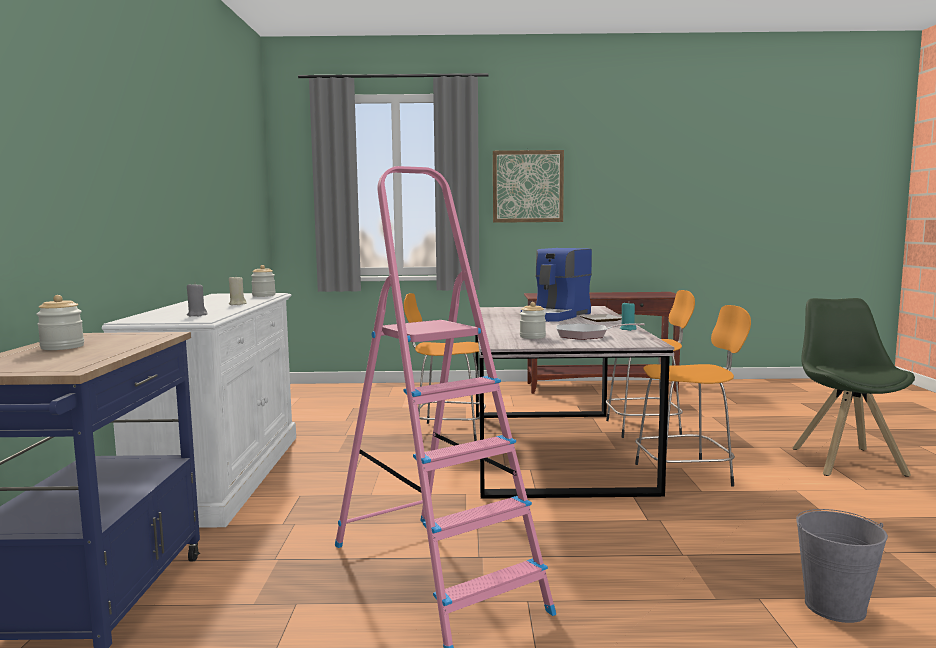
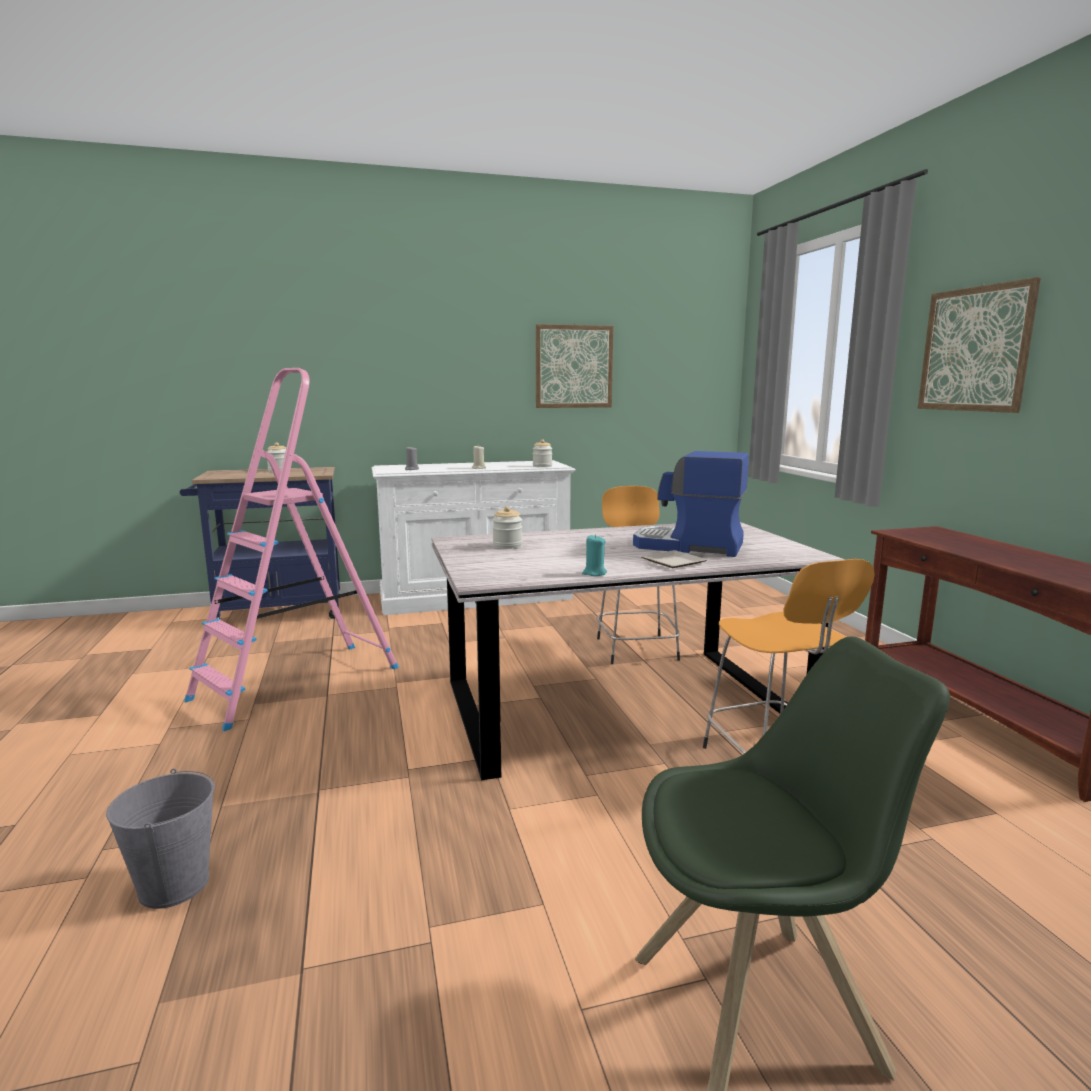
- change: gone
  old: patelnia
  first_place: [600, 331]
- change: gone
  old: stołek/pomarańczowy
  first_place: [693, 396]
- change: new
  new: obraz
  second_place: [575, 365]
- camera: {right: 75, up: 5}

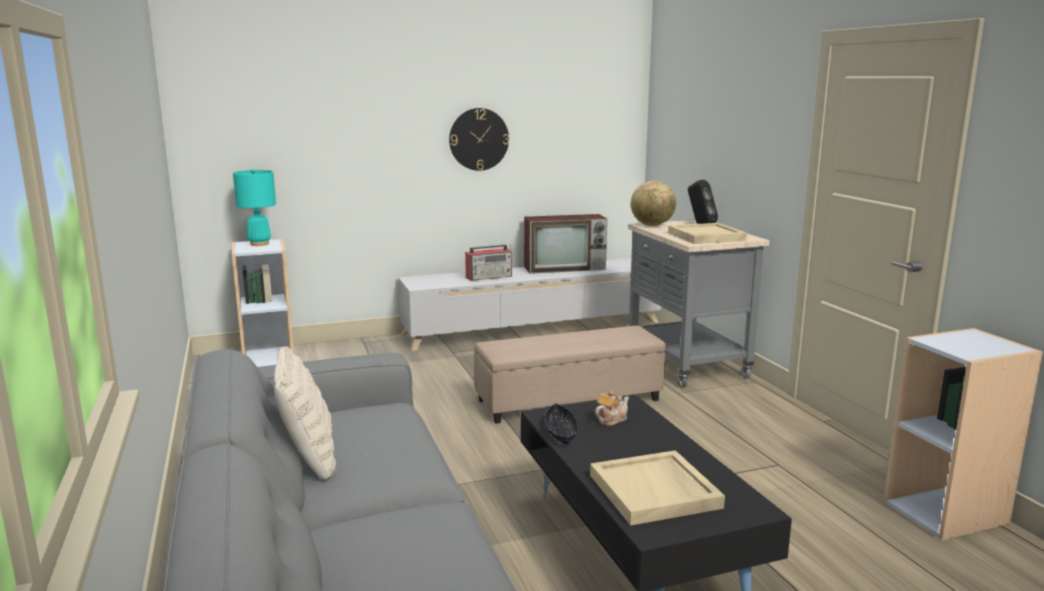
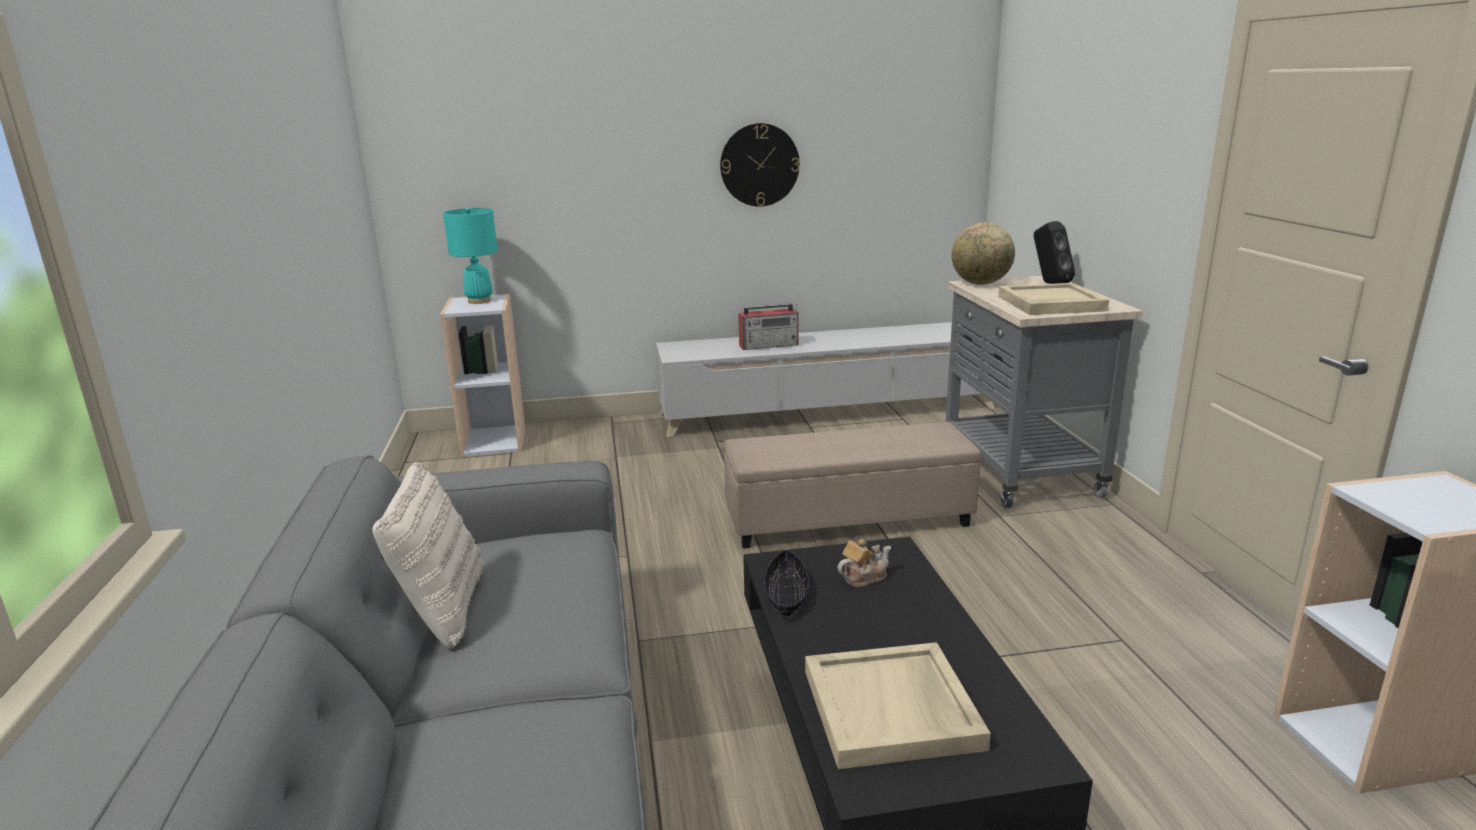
- change: gone
  old: telewizor
  first_place: [565, 244]
- camera: {right: 10, up: 5}

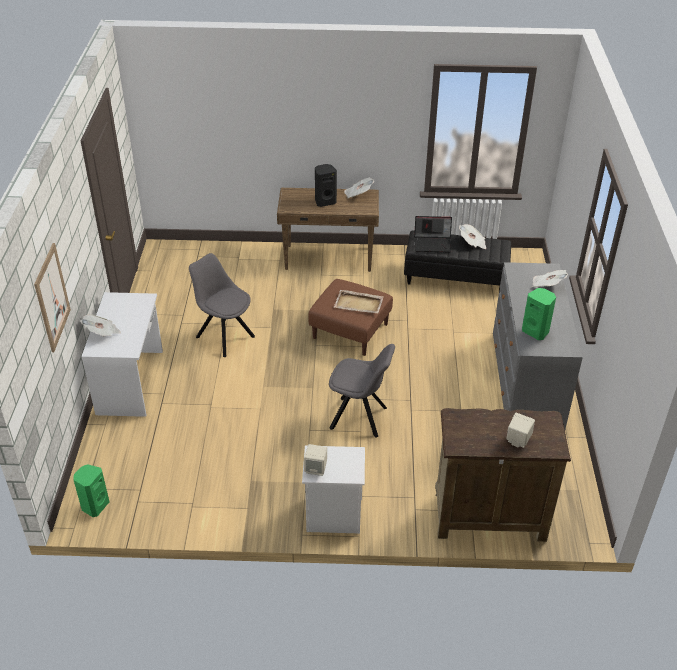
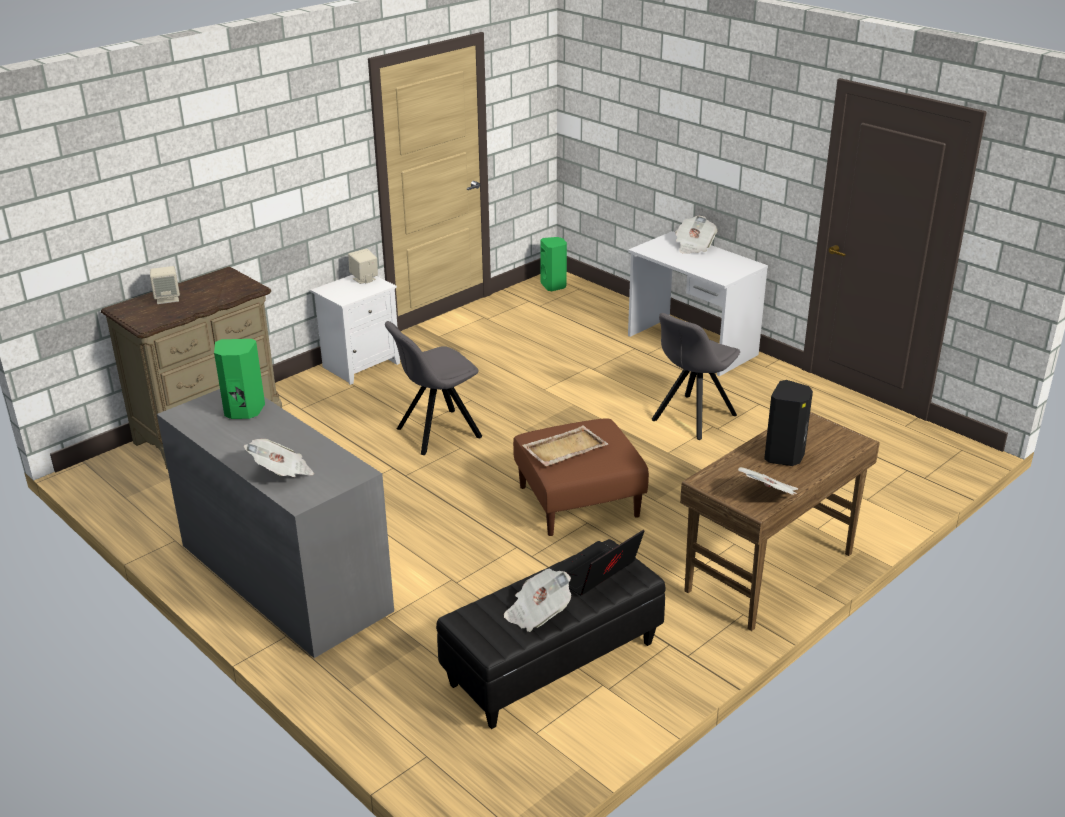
- change: gone
  old: obraz
  first_place: [52, 297]
- change: rotated
  old: krzesło/szary
  first_place: [222, 305]
  second_place: [696, 376]
  degrees: 135
- camera: {right: 135, up: -10}

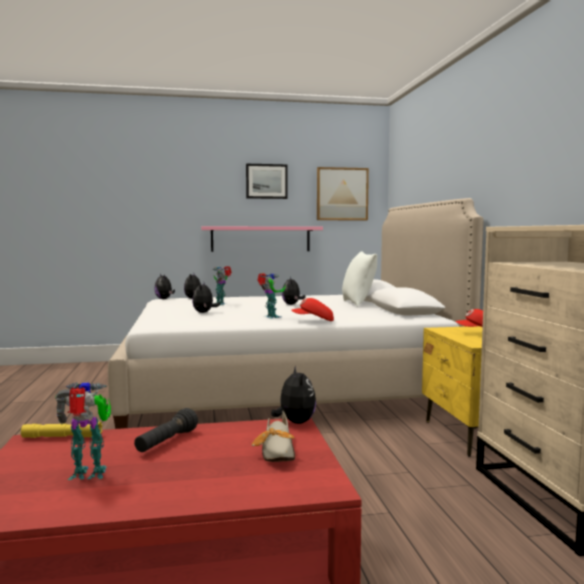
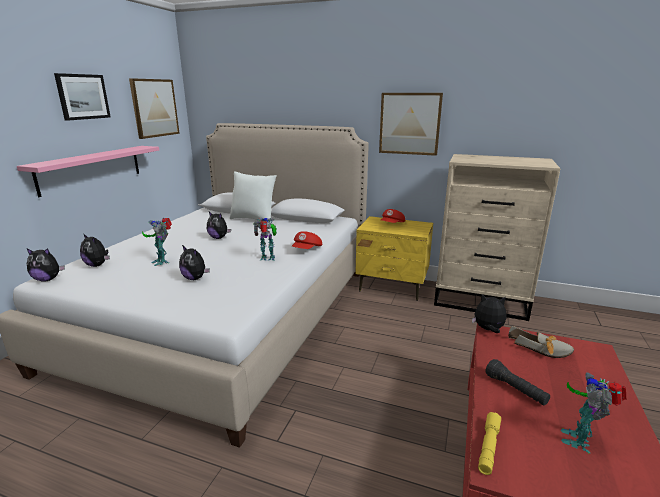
- change: new
  new: obraz
  second_place: [411, 124]
- camera: {right: -60, up: 15}

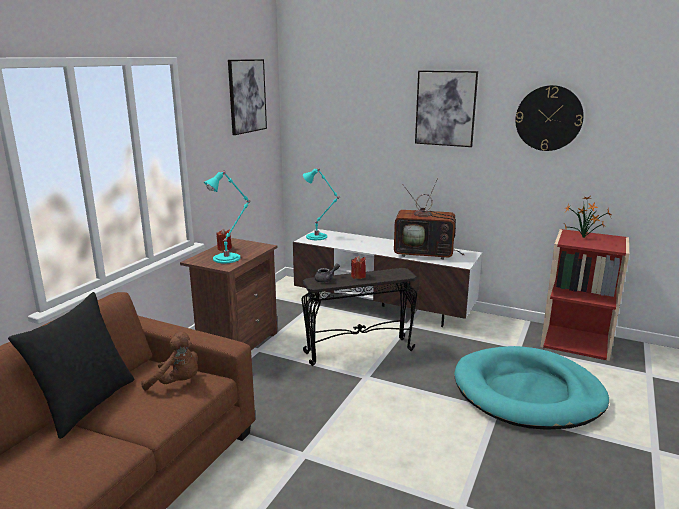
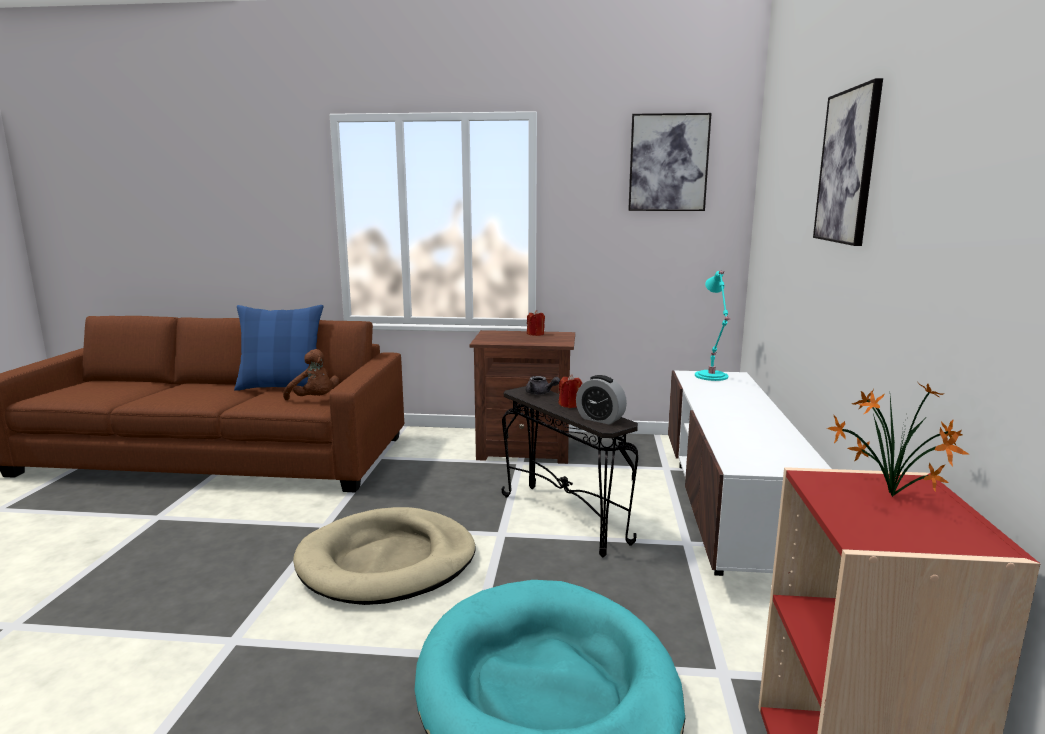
- change: gone
  old: lampa stołowa/turkusowy
  first_place: [227, 217]
- change: gone
  old: telewizor
  first_place: [429, 218]
- change: gone
  old: zegar ścienny
  first_place: [550, 118]
- change: new
  new: legowisko/beżowy
  second_place: [384, 556]
- change: new
  new: budzik
  second_place: [601, 400]
- change: repainted
  old: poduszka/czarny
  new: poduszka/niebieski
  first_place: [71, 365]
  second_place: [279, 348]
- change: rotated
  old: pluszak/brązowy
  first_place: [169, 361]
  second_place: [311, 374]
  degrees: -45
- camera: {right: 70, up: -5}

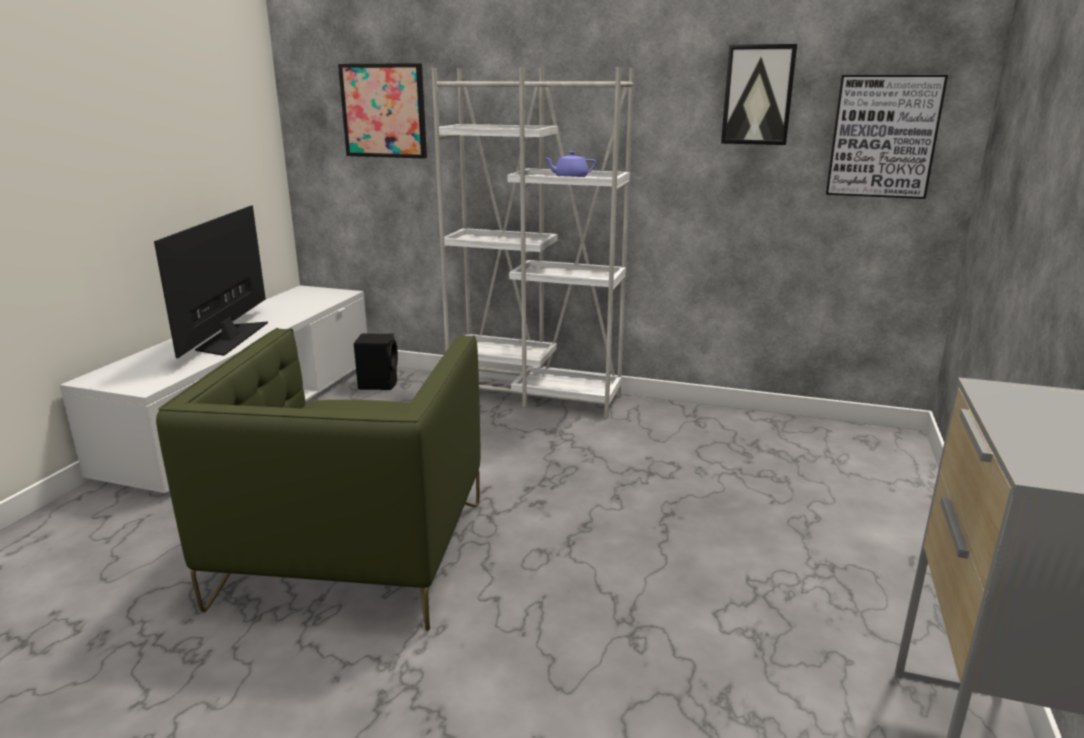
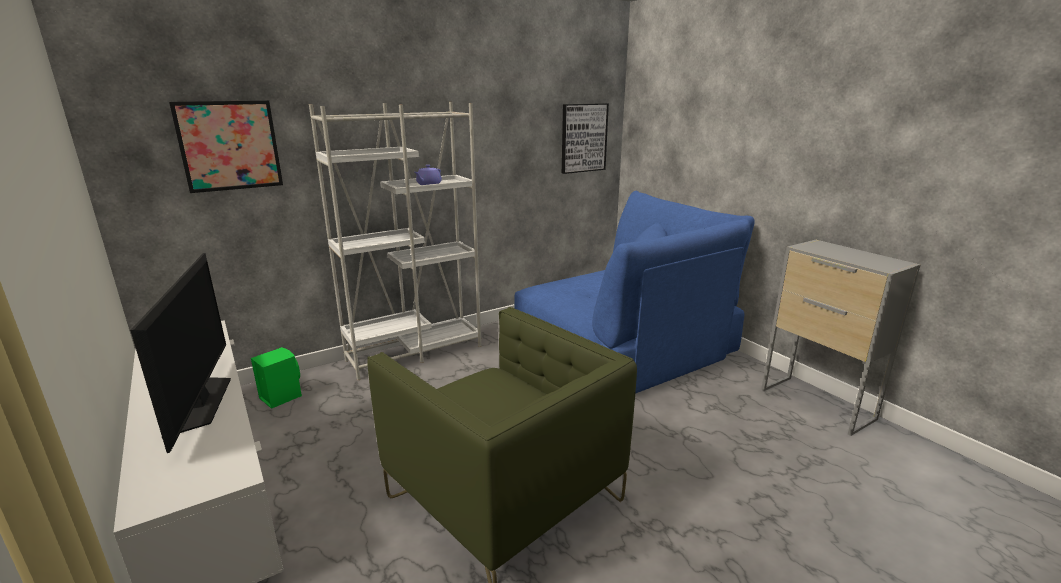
- change: gone
  old: obraz
  first_place: [759, 94]
- change: new
  new: kanapa/niebieski
  second_place: [634, 292]
- change: repainted
  old: głośnik/czarny
  new: głośnik/zielony
  first_place: [376, 362]
  second_place: [276, 378]
- change: rotated
  old: telewizor
  first_place: [211, 281]
  second_place: [180, 353]
  degrees: -150
- camera: {right: -50, up: 0}

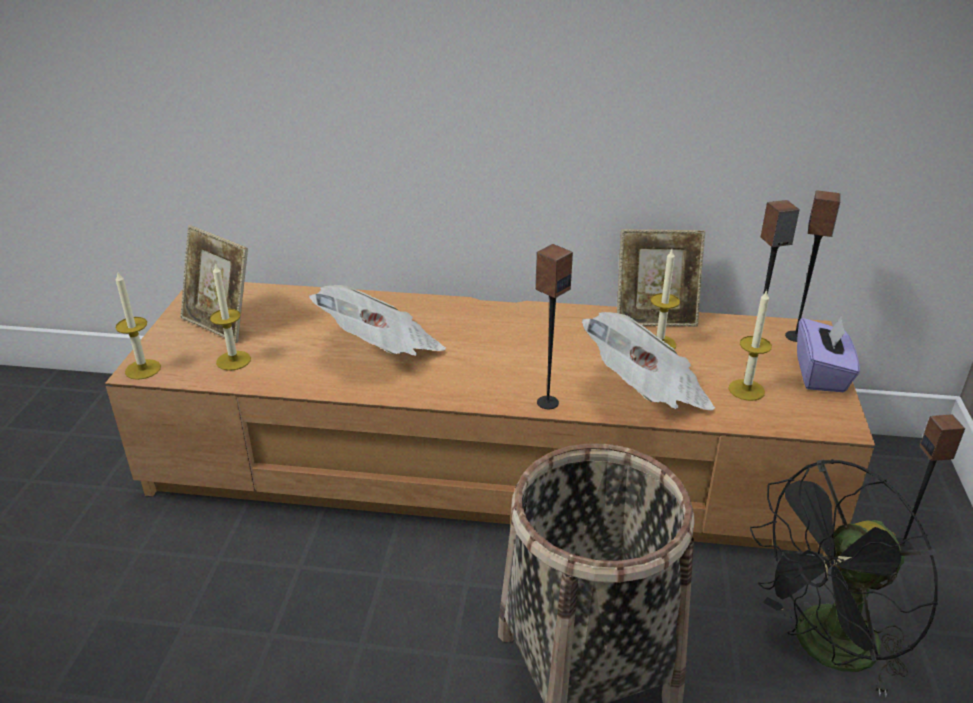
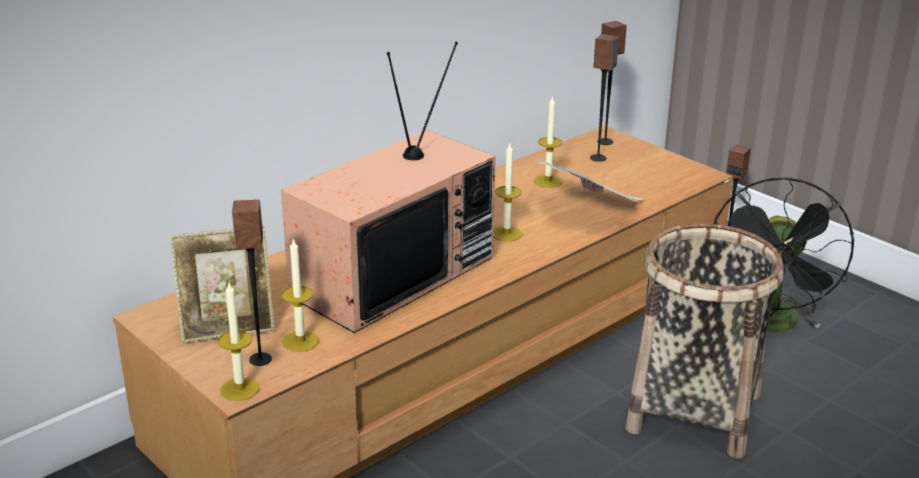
- change: gone
  old: ramka na zdjęcie
  first_place: [661, 278]
- change: gone
  old: pudełko chusteczek/fioletowy
  first_place: [828, 354]
- change: shifted
  old: głośnik
  first_place: [554, 326]
  second_place: [252, 283]
- change: shifted
  old: świeca
  first_place: [750, 345]
  second_place: [507, 193]
- change: swapped
  old: gazeta
  new: telewizor
  first_place: [377, 320]
  second_place: [388, 187]
- camera: {right: -50, up: -5}

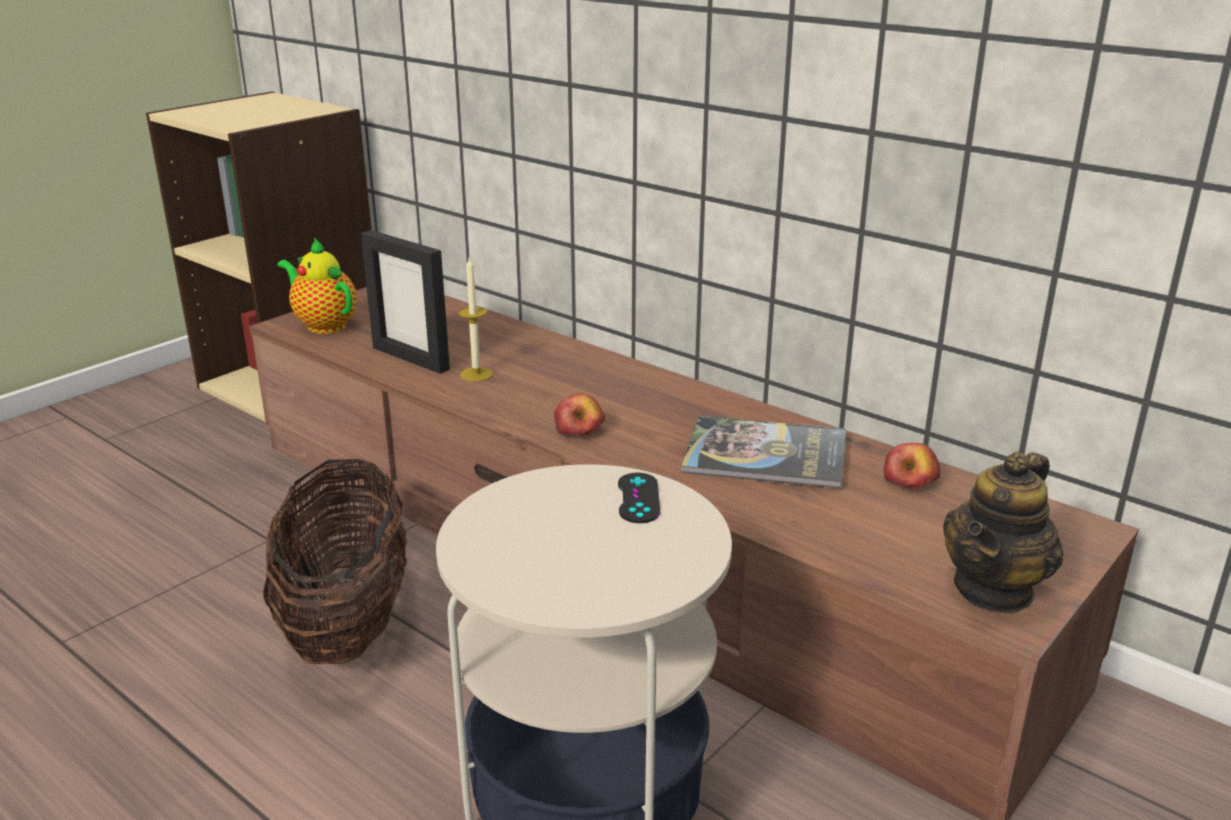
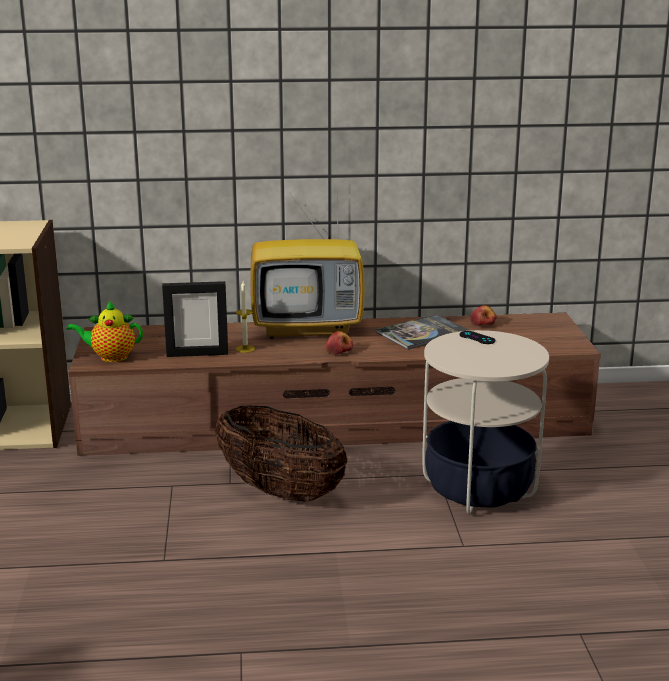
- change: gone
  old: imbryk
  first_place: [1003, 533]
- change: new
  new: telewizor
  second_place: [307, 266]
- camera: {right: -45, up: -5}

